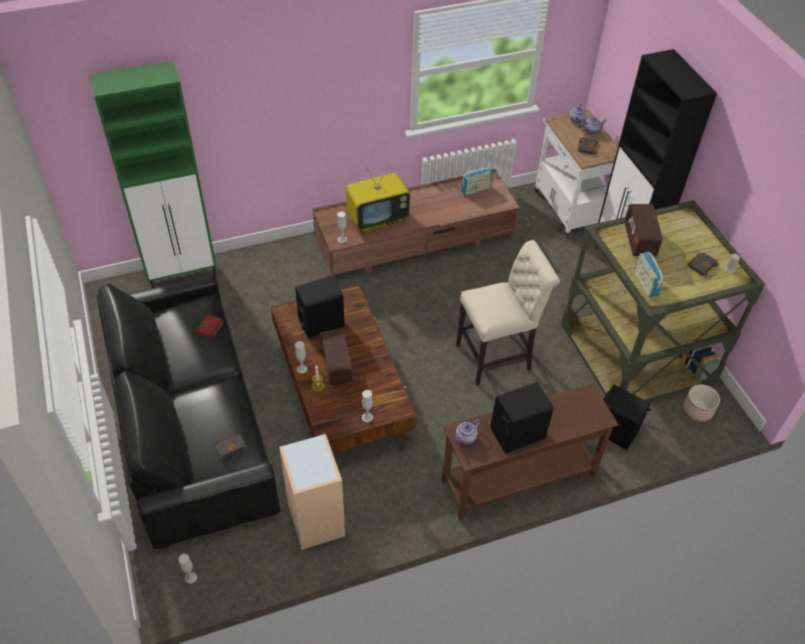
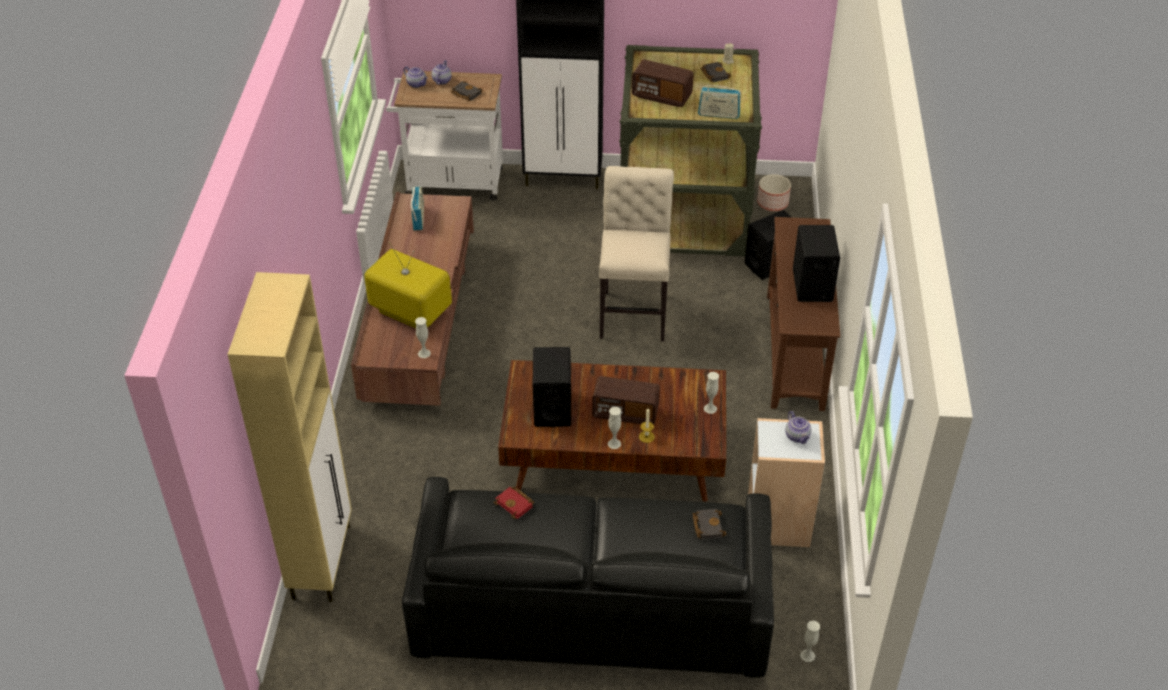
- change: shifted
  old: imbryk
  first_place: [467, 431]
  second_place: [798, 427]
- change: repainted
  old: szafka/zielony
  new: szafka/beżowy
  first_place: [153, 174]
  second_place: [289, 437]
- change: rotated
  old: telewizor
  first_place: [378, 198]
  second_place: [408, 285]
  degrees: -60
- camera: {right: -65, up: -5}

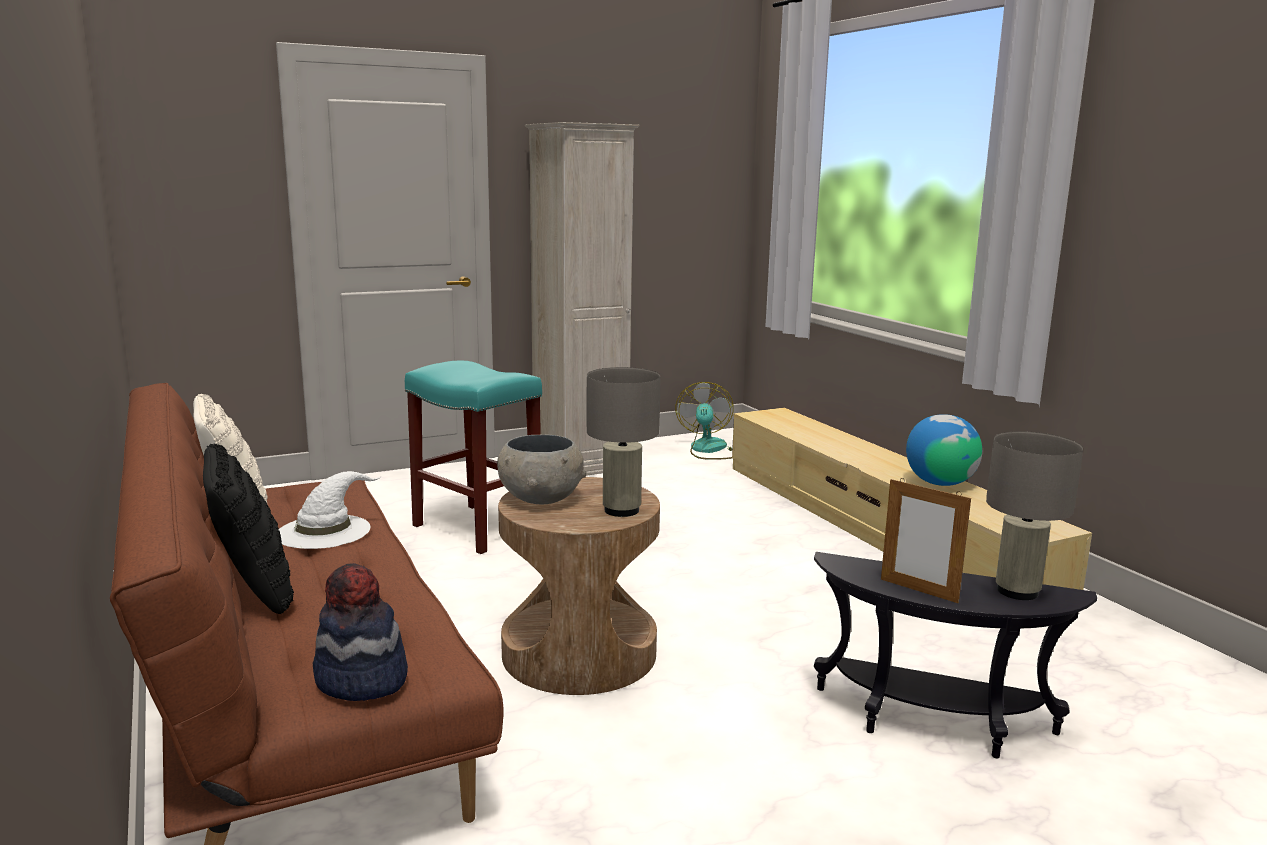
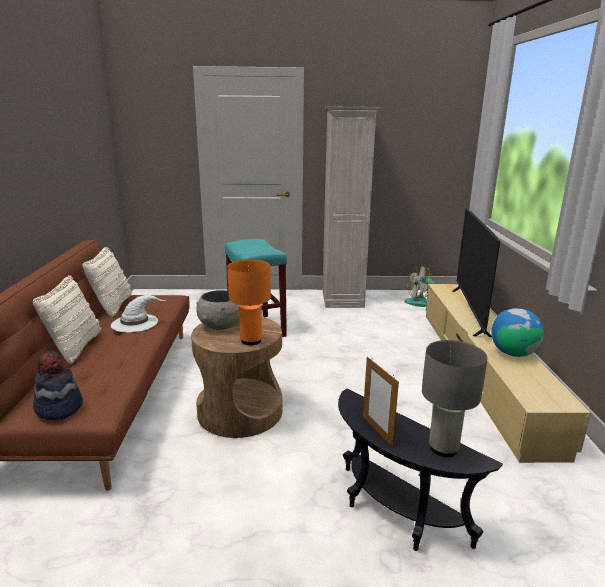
- change: new
  new: telewizor
  second_place: [476, 272]
- change: repainted
  old: poduszka/czarny
  new: poduszka/beżowy
  first_place: [248, 529]
  second_place: [67, 319]
- change: repainted
  old: lampa stołowa/szary
  new: lampa stołowa/pomarańczowy
  first_place: [623, 442]
  second_place: [249, 302]
- change: rotated
  old: wentylator
  first_place: [704, 421]
  second_place: [419, 286]
  degrees: -135
- camera: {right: 25, up: 5}

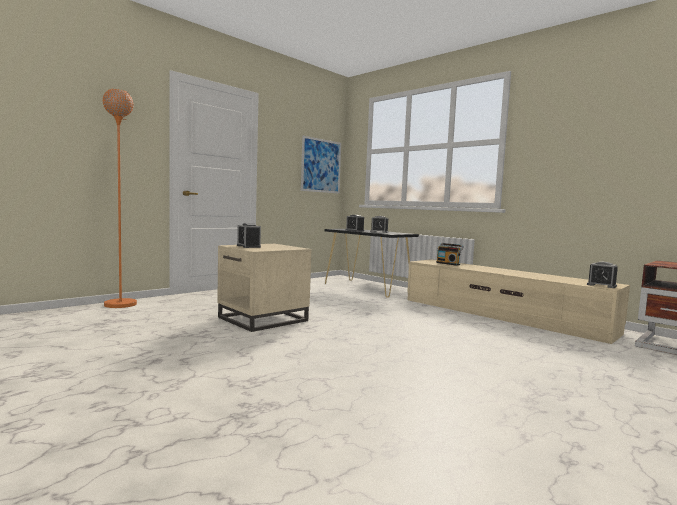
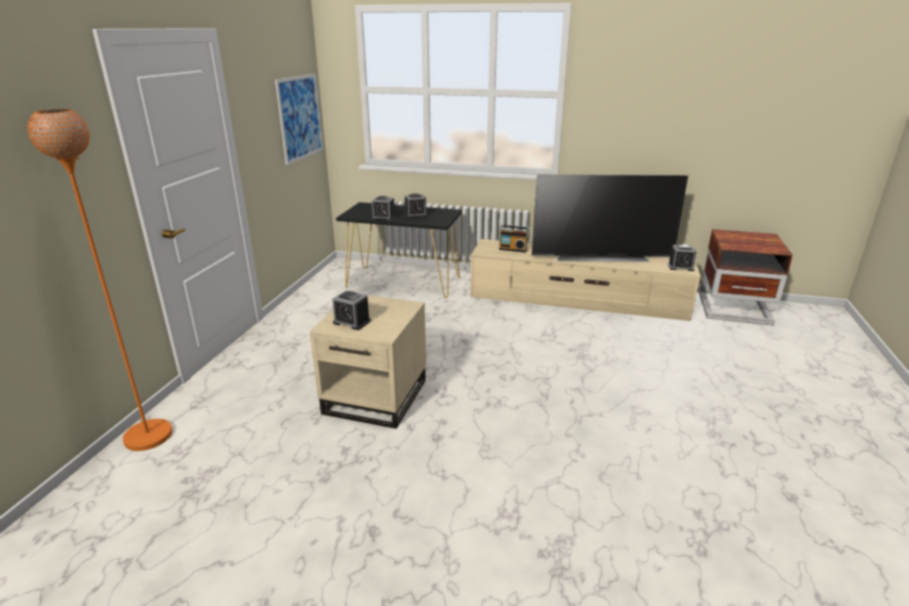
- change: new
  new: telewizor
  second_place: [610, 218]
- camera: {right: -30, up: 20}

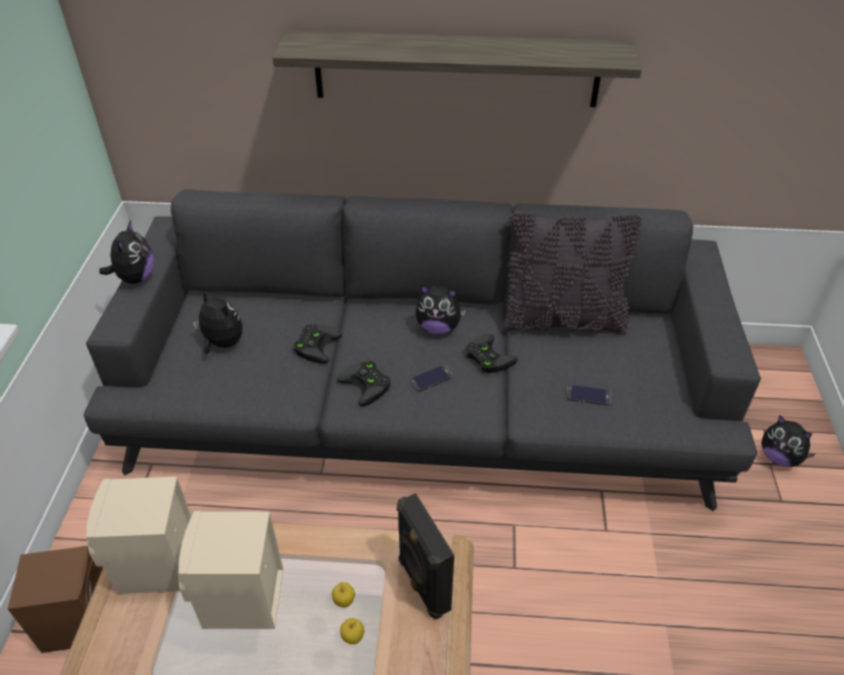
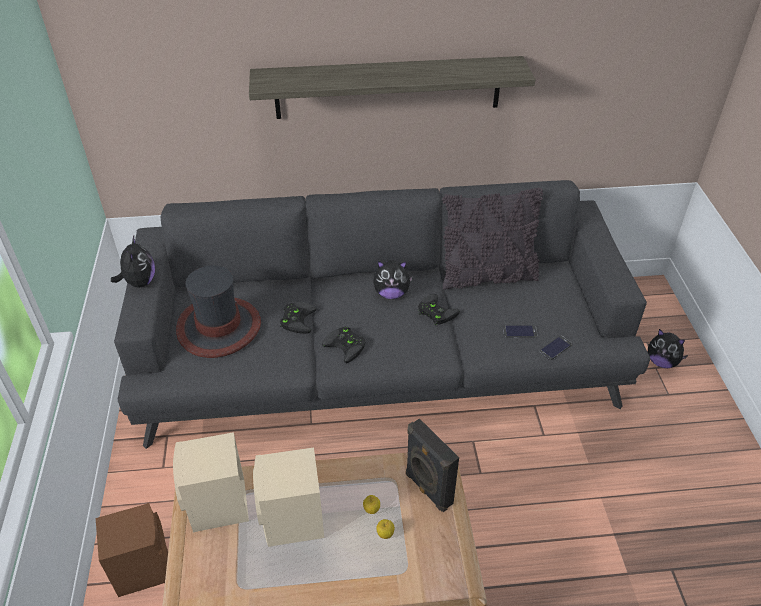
- change: shifted
  old: telefon
  first_place: [431, 378]
  second_place: [555, 348]
- change: swapped
  old: pluszak
  new: kapelusz
  first_place: [218, 322]
  second_place: [218, 311]
- camera: {right: -10, up: 0}

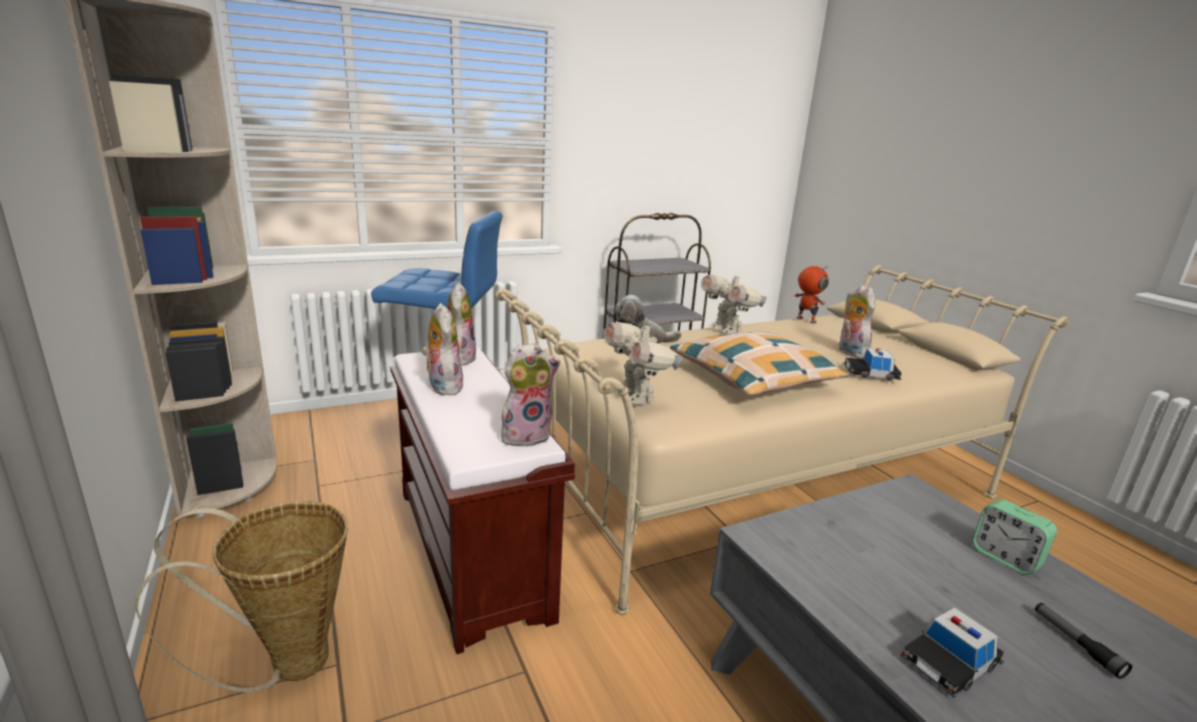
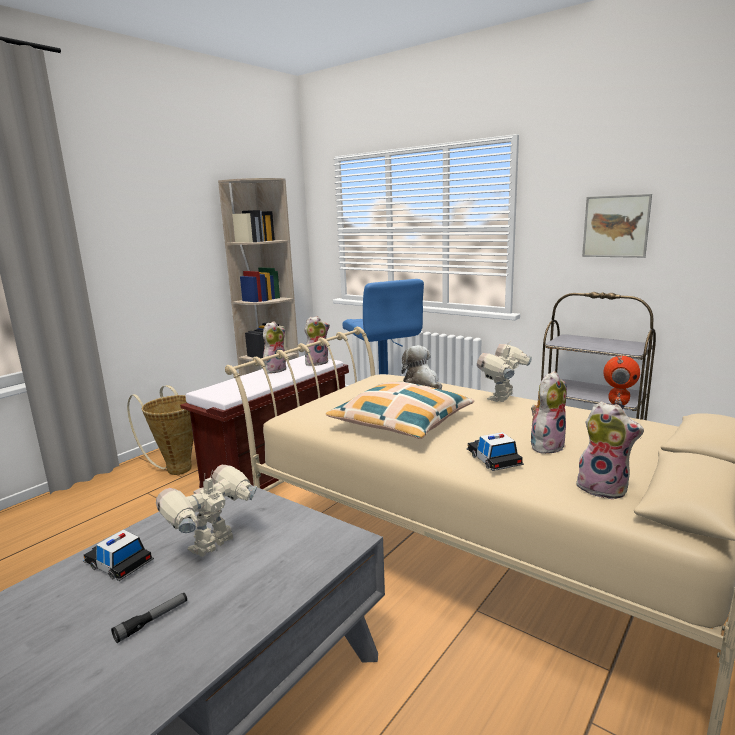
- change: gone
  old: budzik
  first_place: [1014, 537]
- change: new
  new: obraz
  second_place: [617, 226]
- change: shifted
  old: pluszak
  first_place: [530, 395]
  second_place: [610, 450]
- change: shifted
  old: robot zabawkowy
  first_place: [643, 360]
  second_place: [206, 511]
- camera: {right: 65, up: -5}

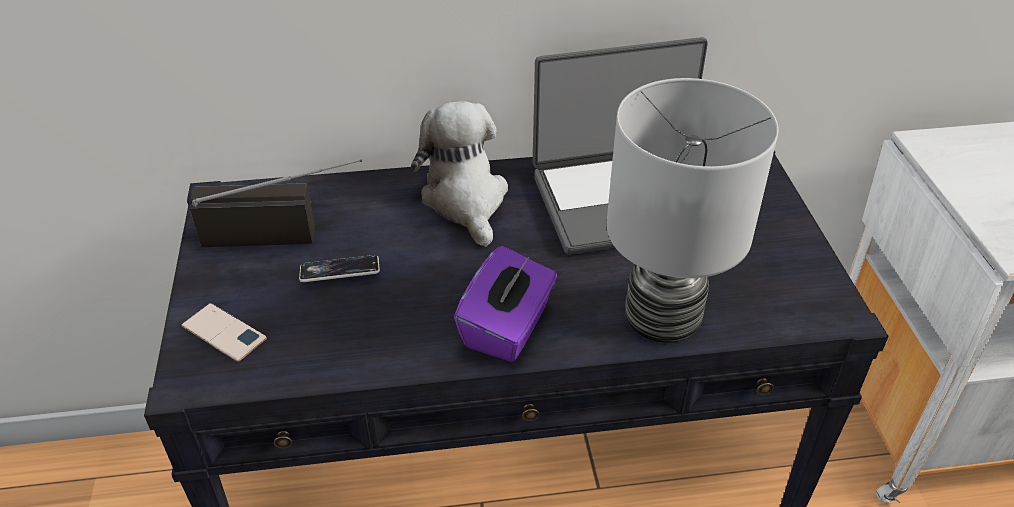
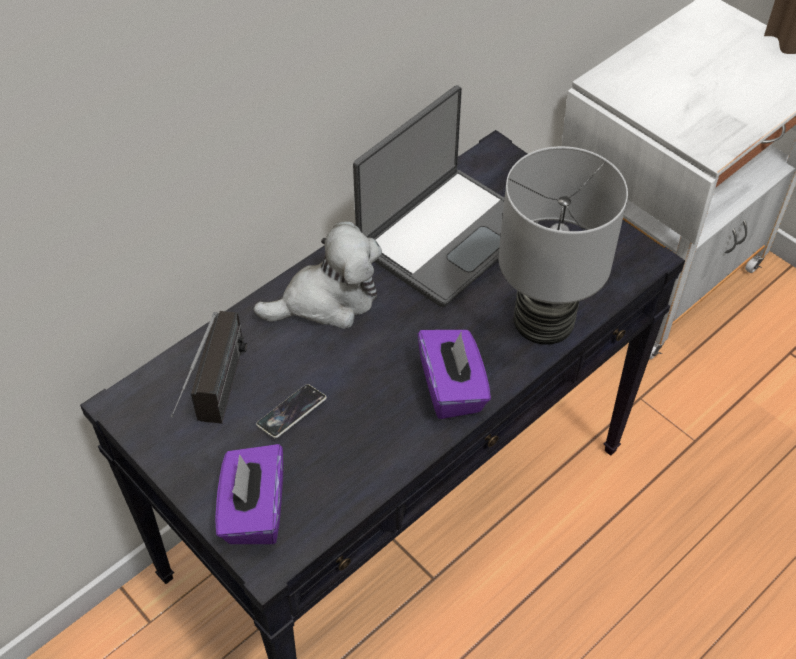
- change: swapped
  old: telefon
  new: pudełko chusteczek/fioletowy
  first_place: [224, 332]
  second_place: [249, 494]
- change: rotated
  old: radio
  first_place: [276, 203]
  second_place: [208, 367]
  degrees: 135
- change: rotated
  old: pluszak
  first_place: [459, 174]
  second_place: [317, 275]
  degrees: 120
- camera: {right: -35, up: 10}

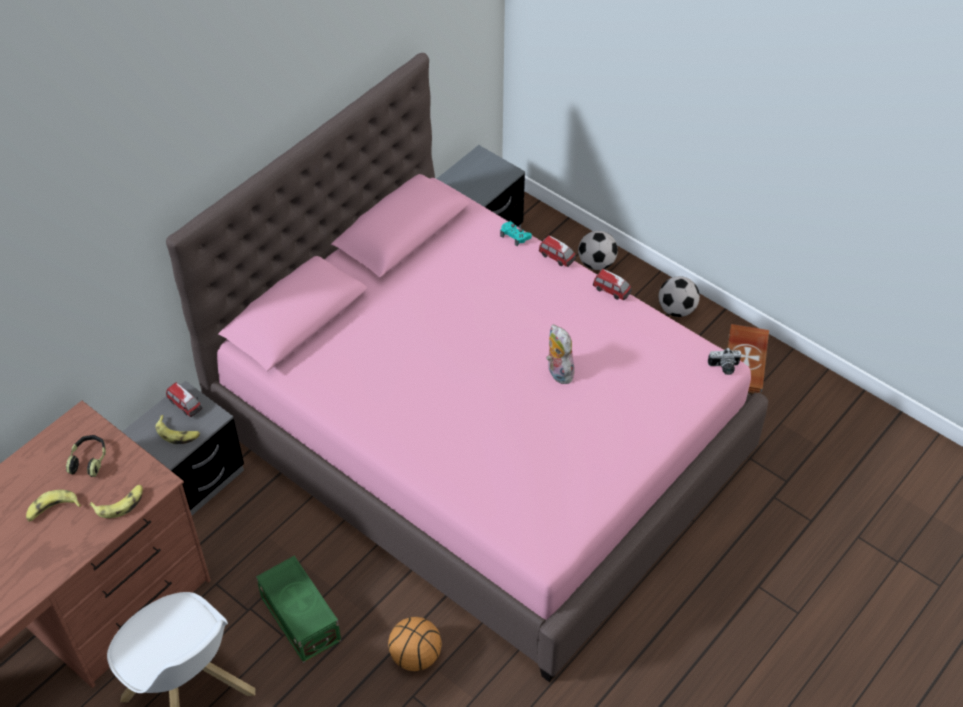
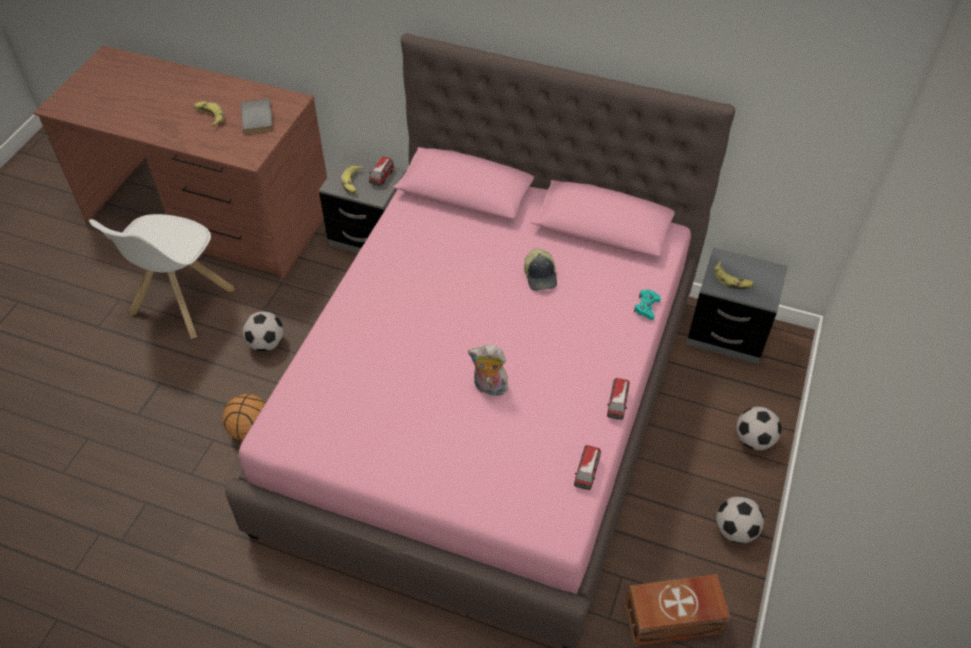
- change: gone
  old: aparat fotograficzny
  first_place: [724, 361]
- change: new
  new: czapka z daszkiem
  second_place: [540, 269]
- change: shifted
  old: banan
  first_place: [116, 501]
  second_place: [734, 275]
- change: shifted
  old: samochodzik
  first_place: [557, 251]
  second_place: [587, 467]
- change: swapped
  old: słuchawki
  new: książka/szary
  first_place: [86, 456]
  second_place: [257, 116]
- change: swapped
  old: pojemnik do przechowywania/zielony
  new: piłka futbolowa
  first_place: [298, 609]
  second_place: [263, 331]
- change: rotated
  old: pluszak
  first_place: [560, 354]
  second_place: [489, 370]
  degrees: -120
- camera: {right: 70, up: 0}

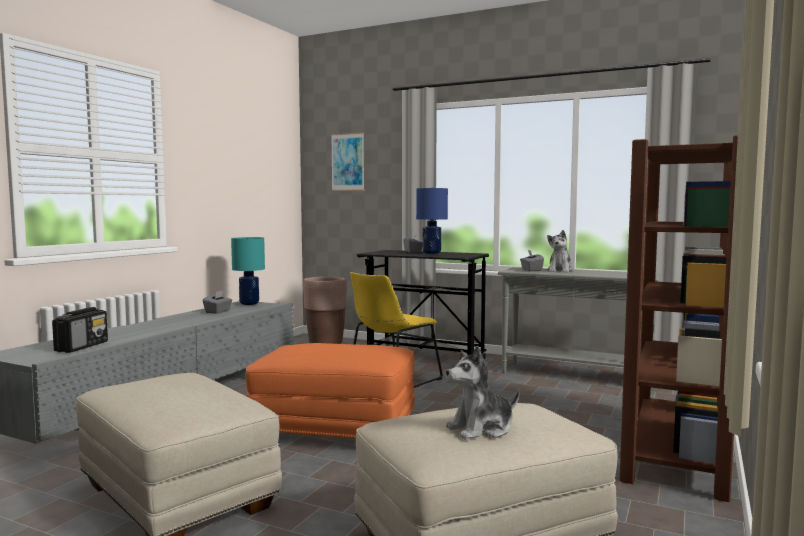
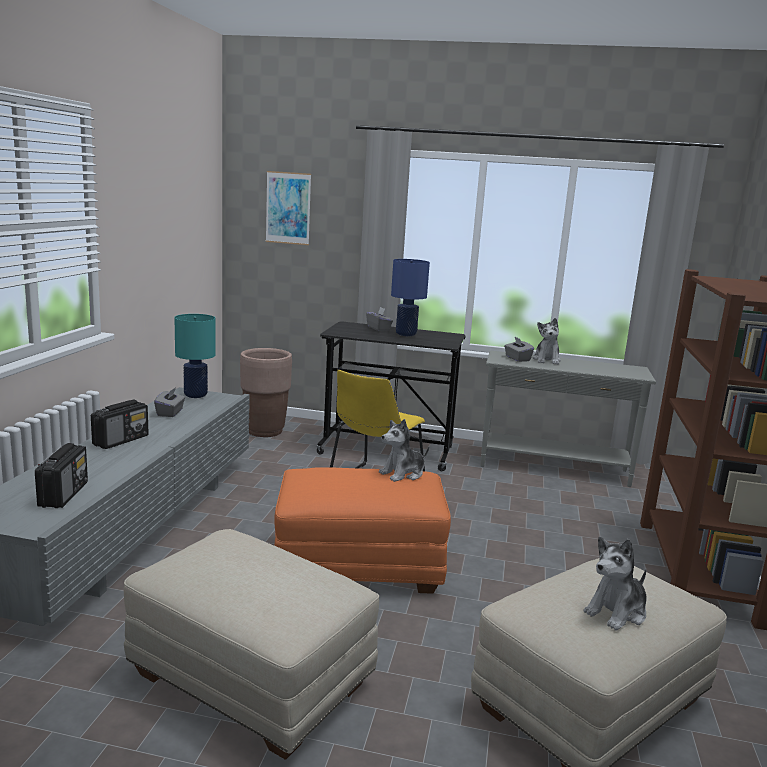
- change: new
  new: radio
  second_place: [119, 424]
- change: new
  new: pluszak
  second_place: [404, 450]
- camera: {right: -15, up: 10}

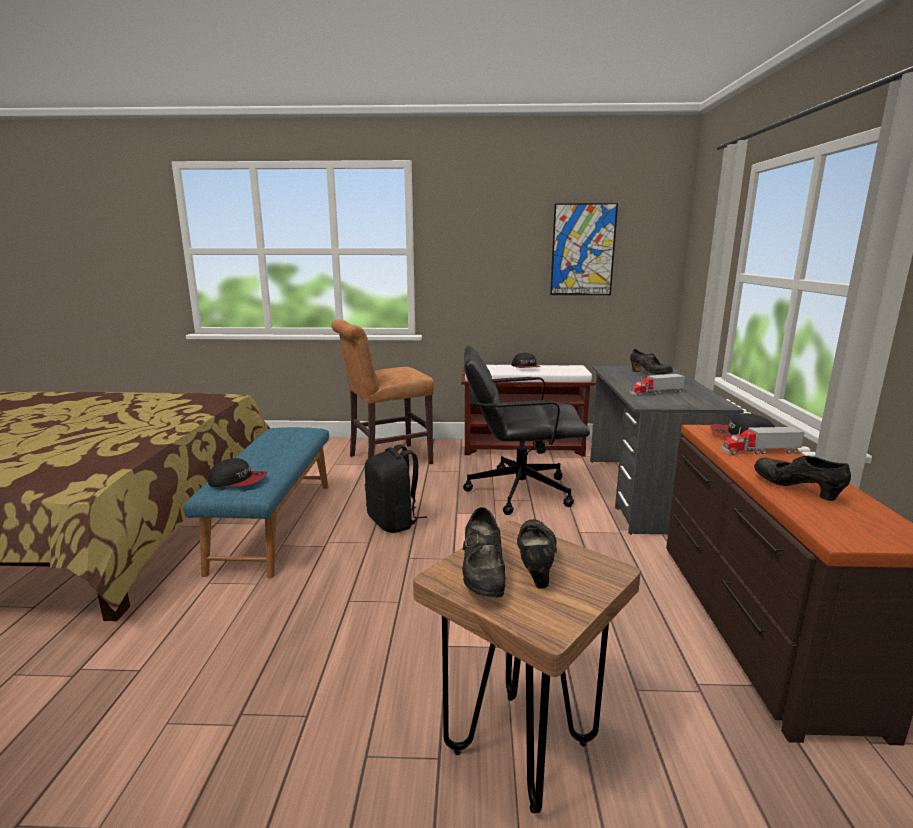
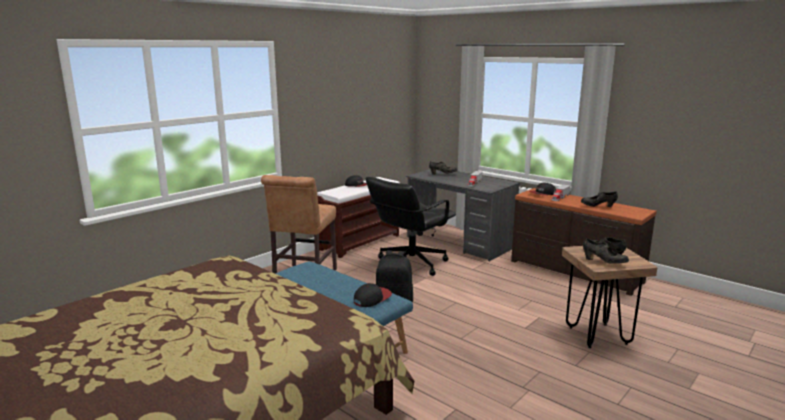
- change: gone
  old: obraz
  first_place: [584, 249]
- camera: {right: -50, up: 0}

